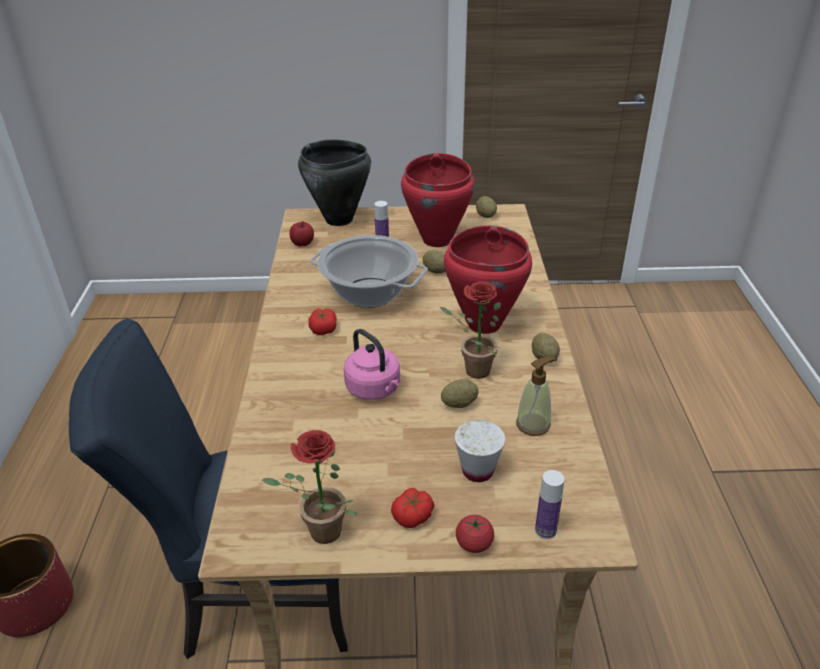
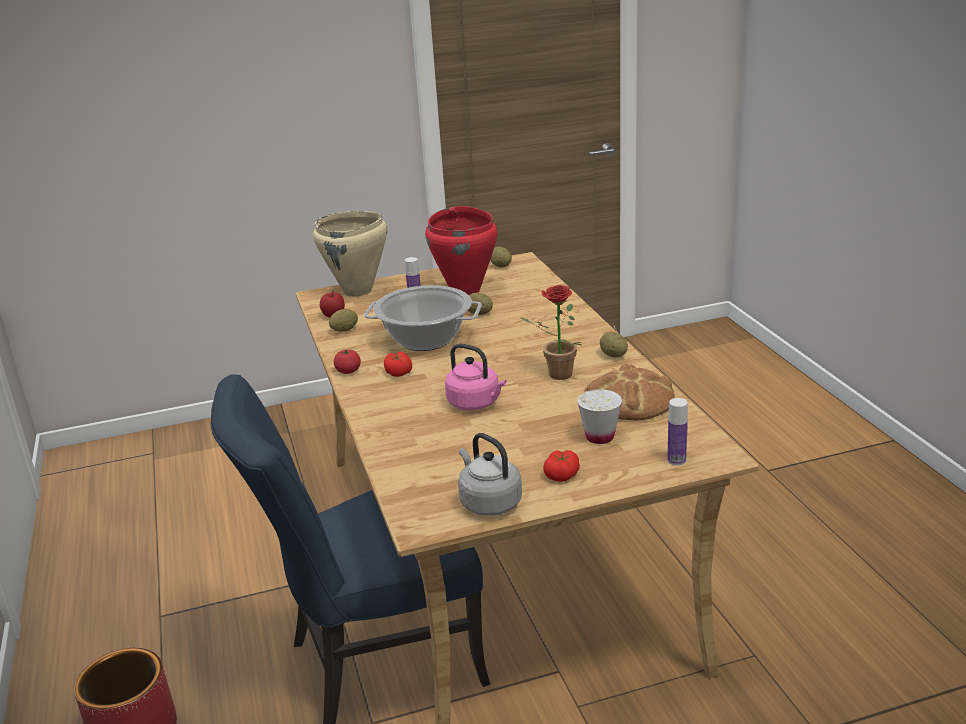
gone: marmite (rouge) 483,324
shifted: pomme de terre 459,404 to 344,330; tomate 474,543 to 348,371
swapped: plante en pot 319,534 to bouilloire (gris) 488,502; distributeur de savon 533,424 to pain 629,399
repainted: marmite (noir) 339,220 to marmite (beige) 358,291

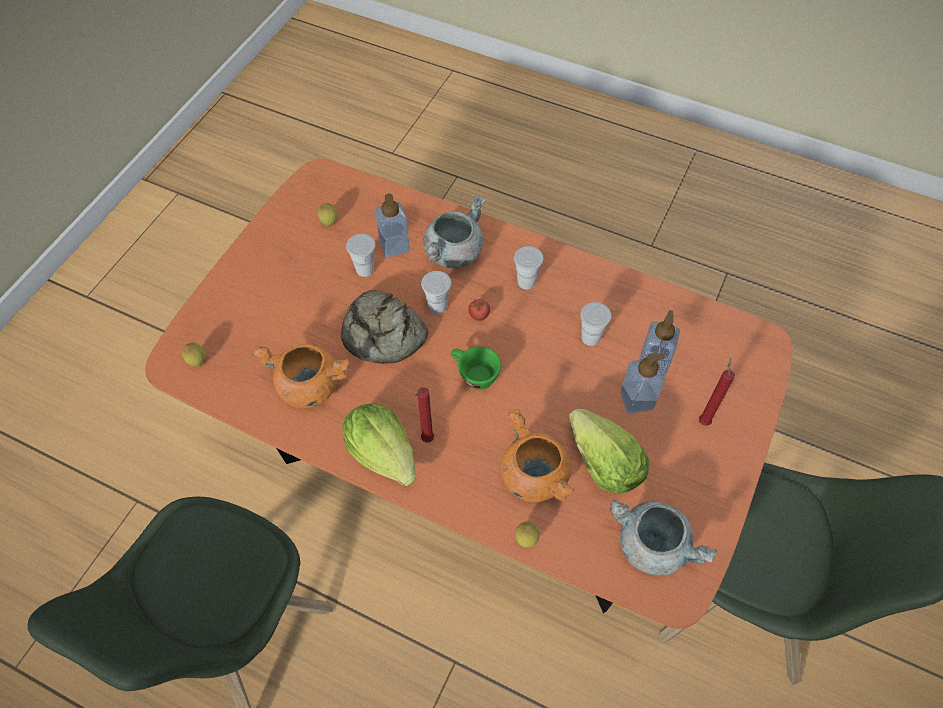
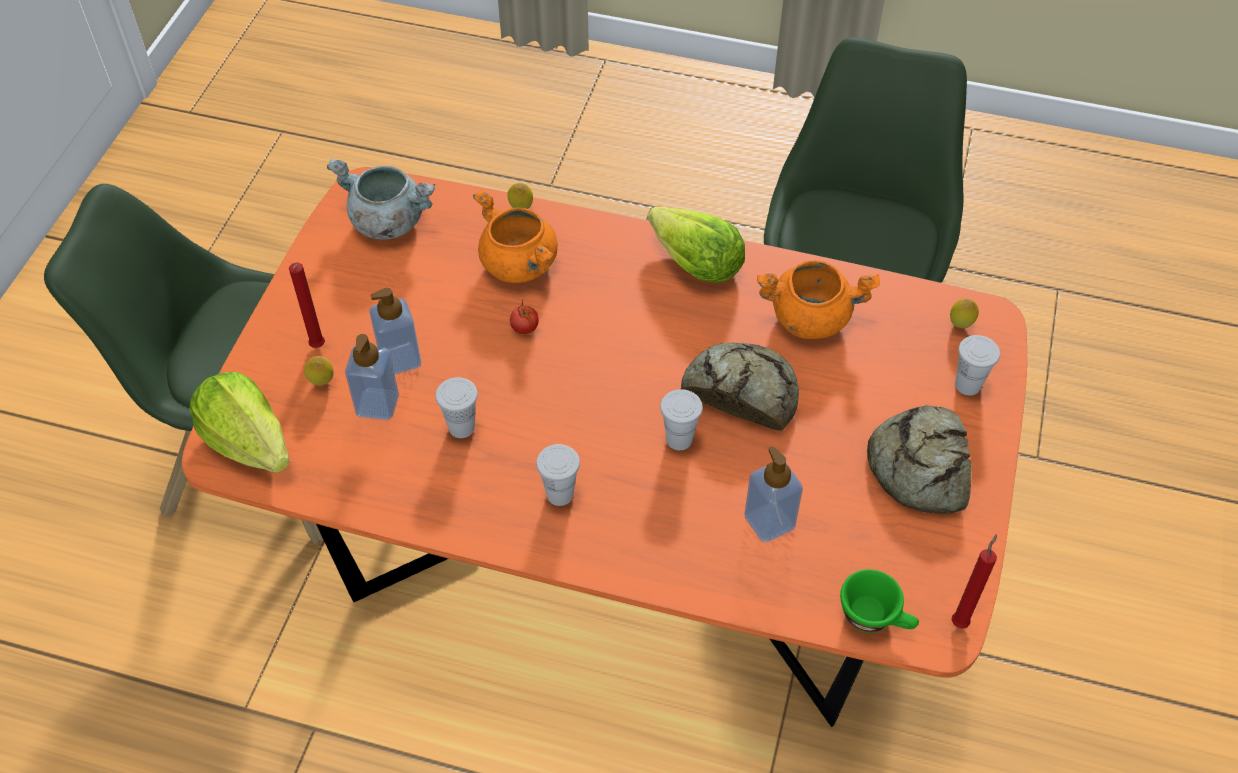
gone: marmite (gris) 453,253
new: pain 919,467
shifted: laitue 603,464 to 249,443; citron 329,223 to 322,383; tomate 479,315 to 525,328; tasse (vert) 473,375 to 875,618; bougie (rouge) 426,440 to 960,621; tasse (blanc) 365,269 to 967,385

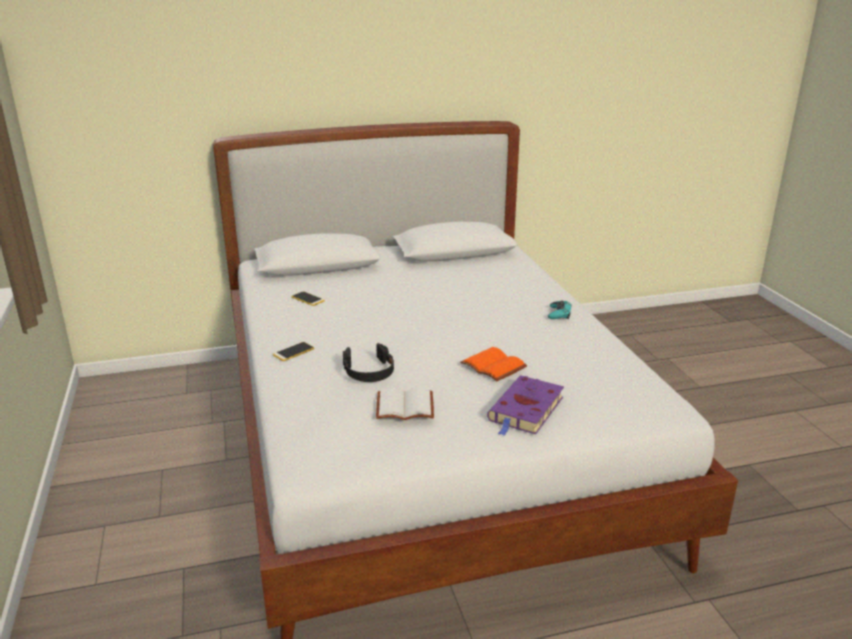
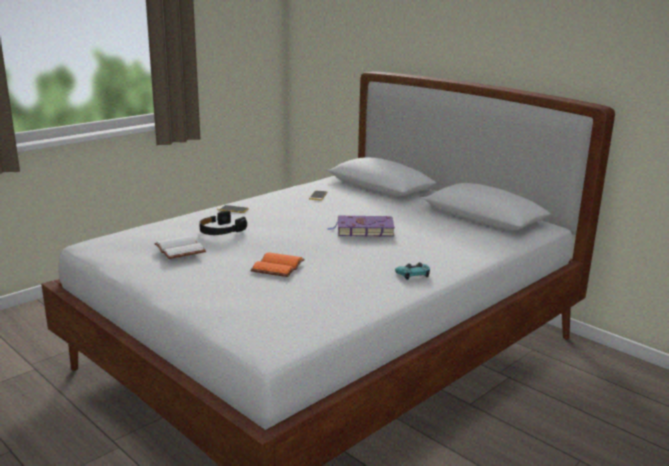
shifted: livre (violet) 525,410 to 363,230

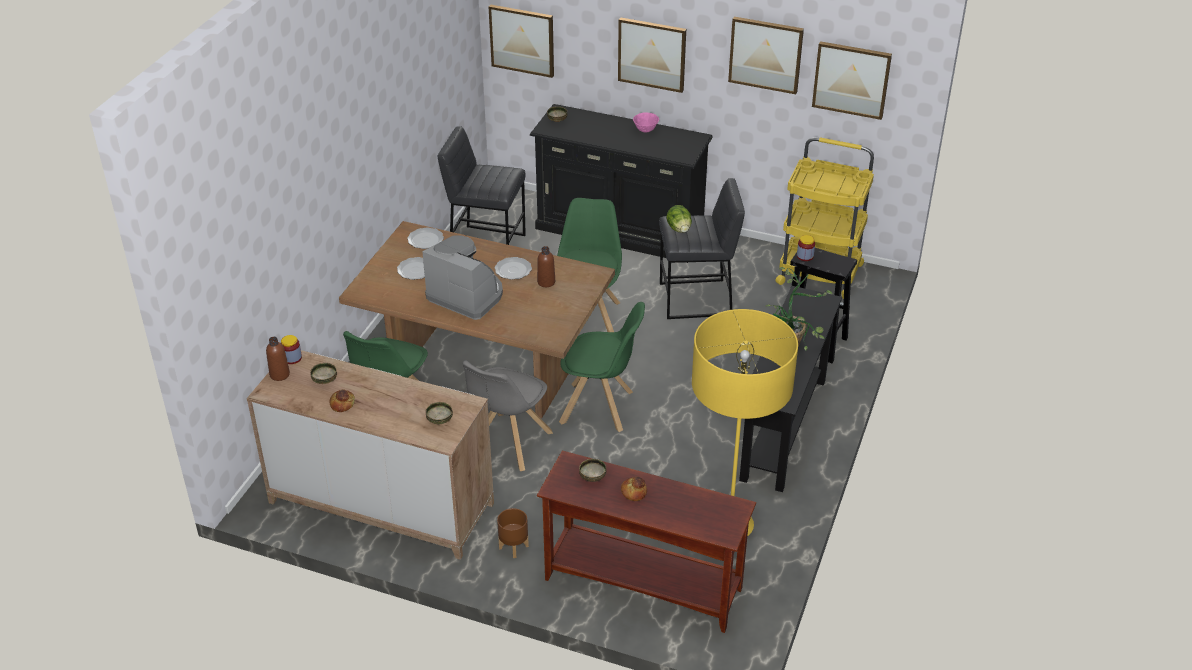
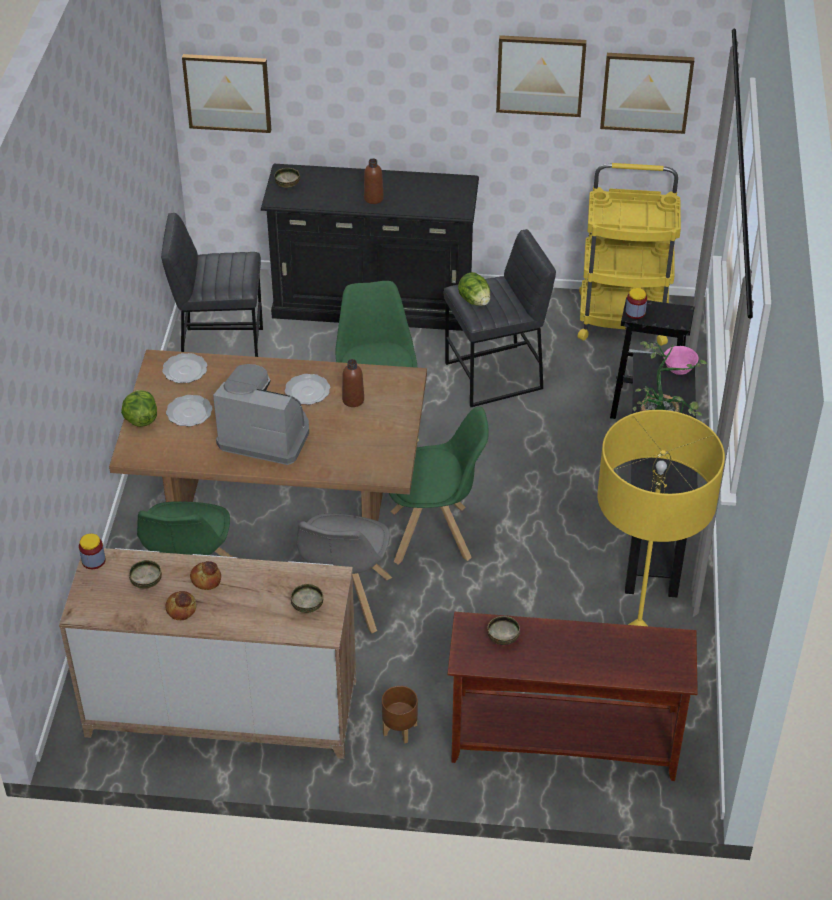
gone: tableau 652,54
new: laitue 140,419
shifted: pain 634,492 to 206,579; bouteille (marron) 279,374 to 373,198; bol (rose) 646,130 to 679,370

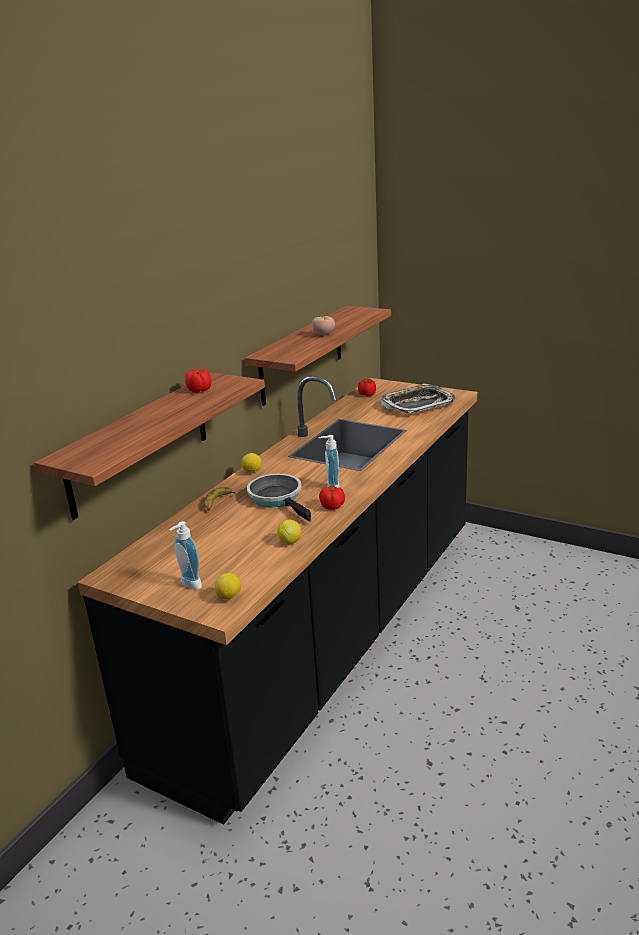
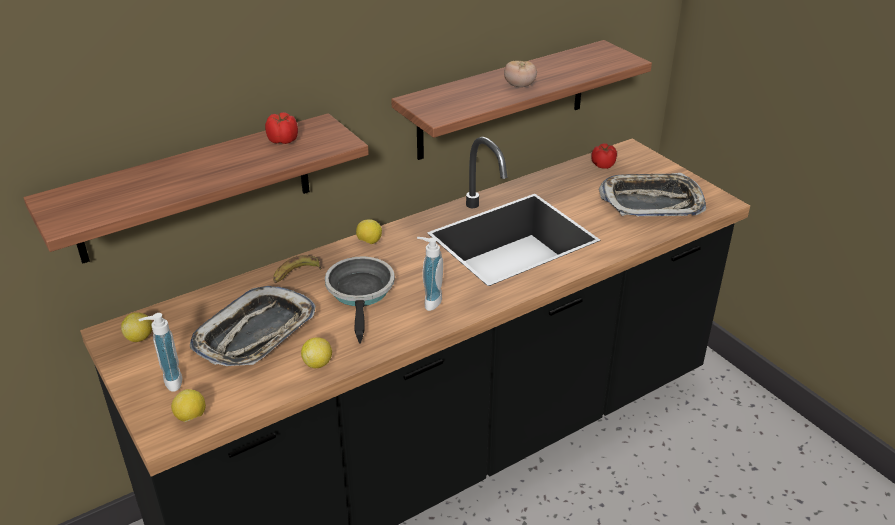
gone: tomate 332,506
new: citron 140,338; plateau 256,334

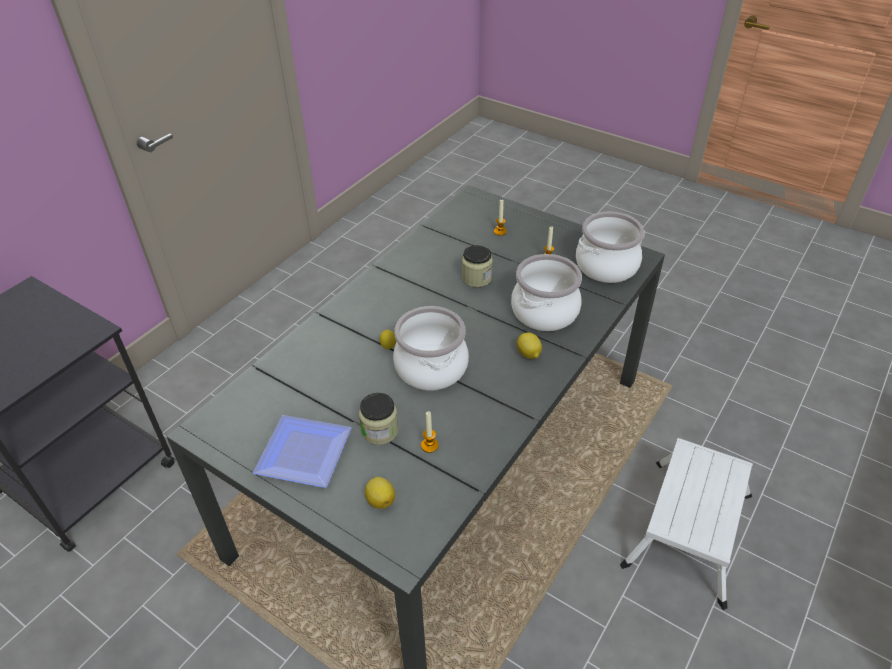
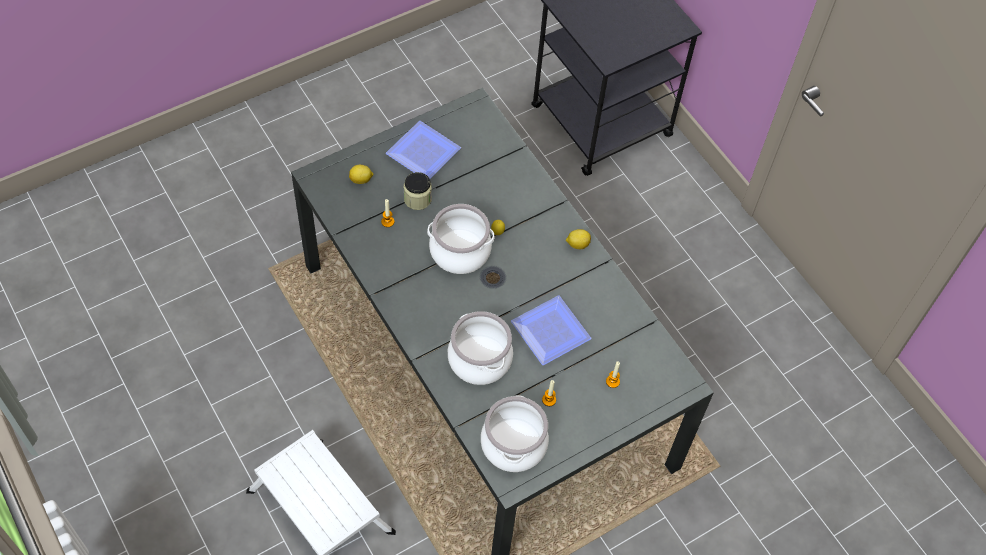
shifted: citron 528,354 to 577,244
swapped: bocal 476,278 to assiette 551,329

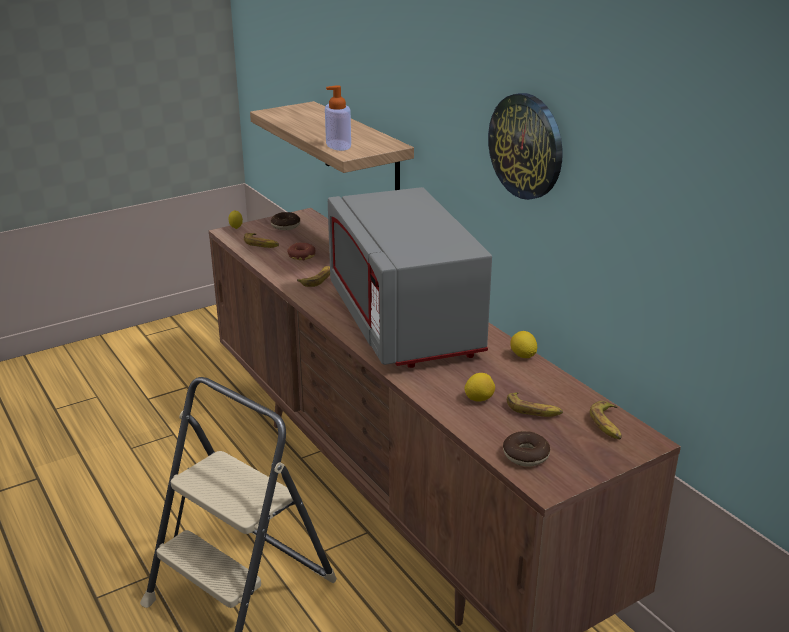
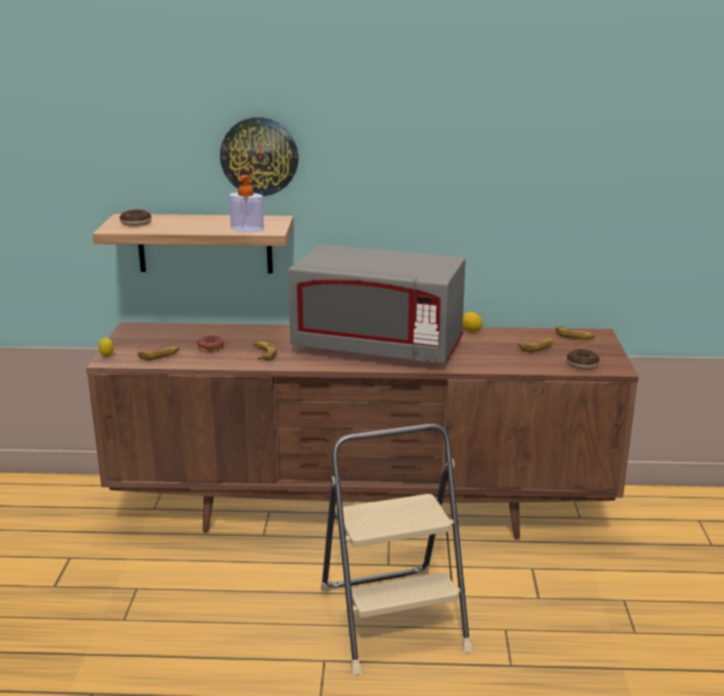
gone: citron 479,399
shifted: beignet 285,226 to 136,223; horloge murale 526,146 to 259,156

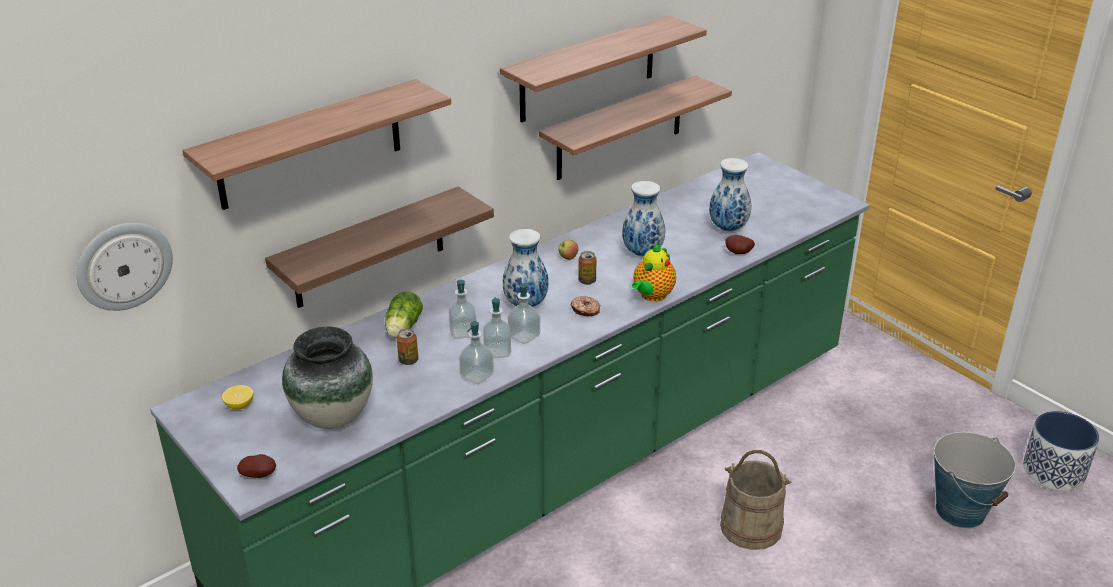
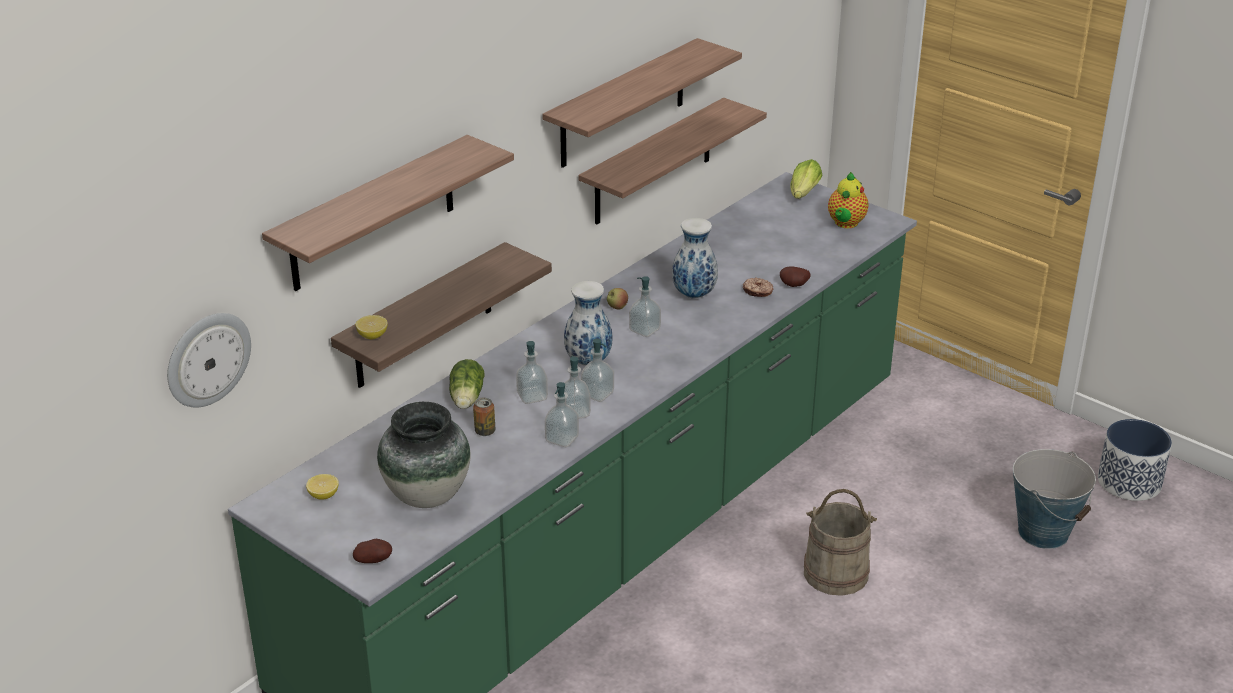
gone: vase 727,228
new: citron 372,336; laitue 803,194
shifted: beignet 585,310 to 757,292; théière 652,296 to 845,224
swapped: boîte métallique 587,281 to distributeur de savon 644,330

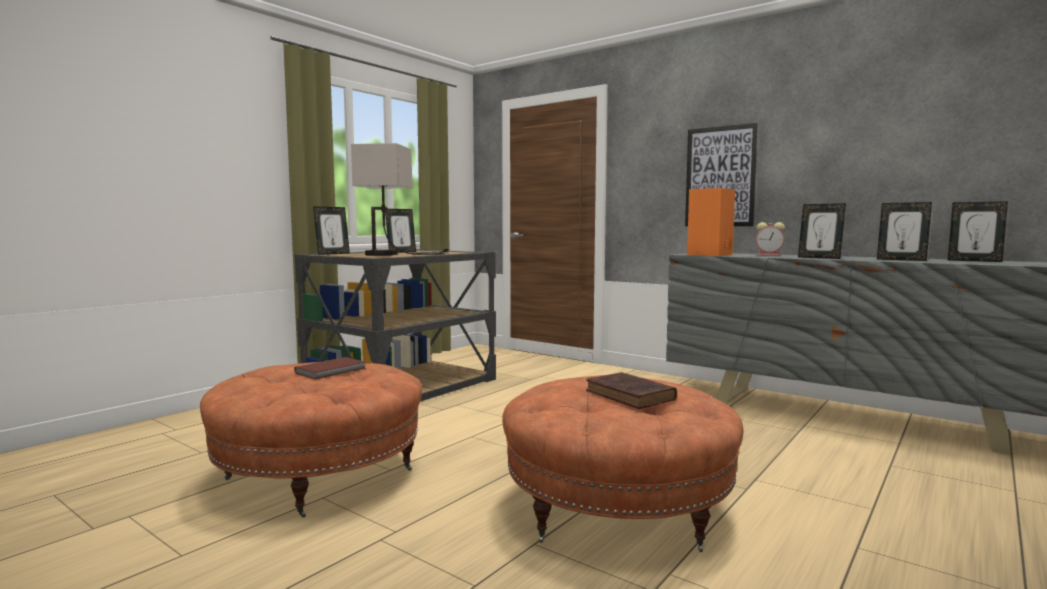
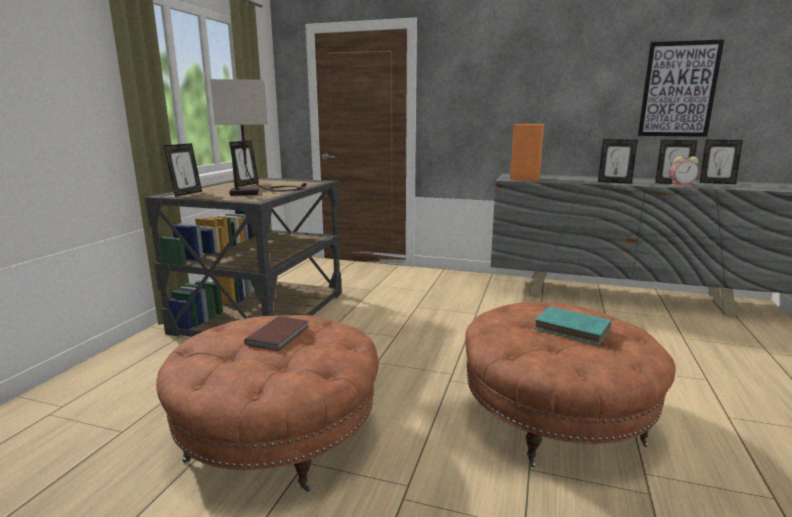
shifted: tableau 720,176 to 678,89; réveil 770,255 to 681,185
repainted: livre (marron) 631,396 to livre (turquoise) 574,329

